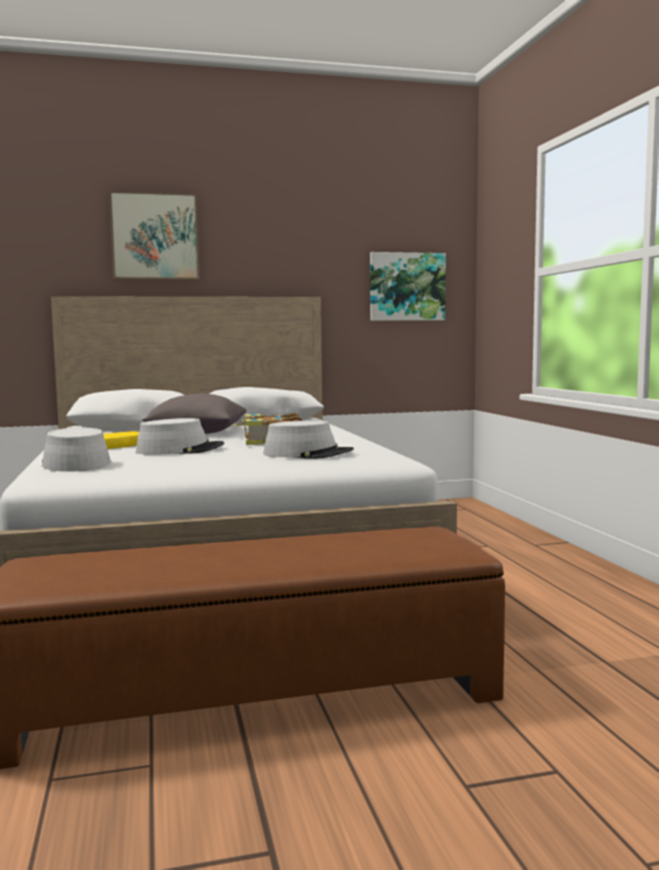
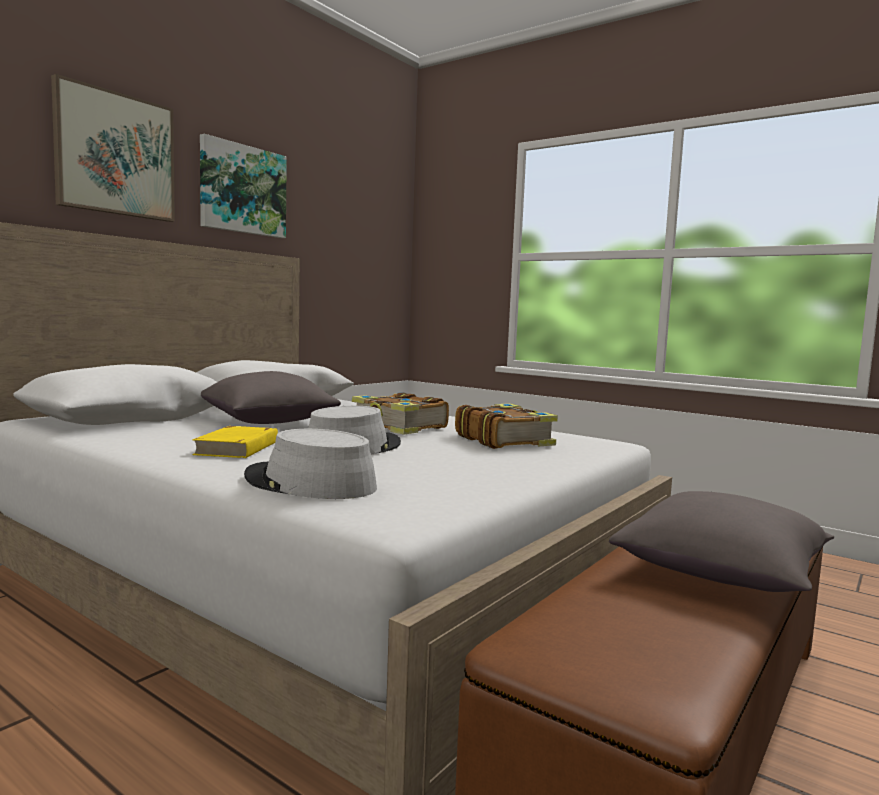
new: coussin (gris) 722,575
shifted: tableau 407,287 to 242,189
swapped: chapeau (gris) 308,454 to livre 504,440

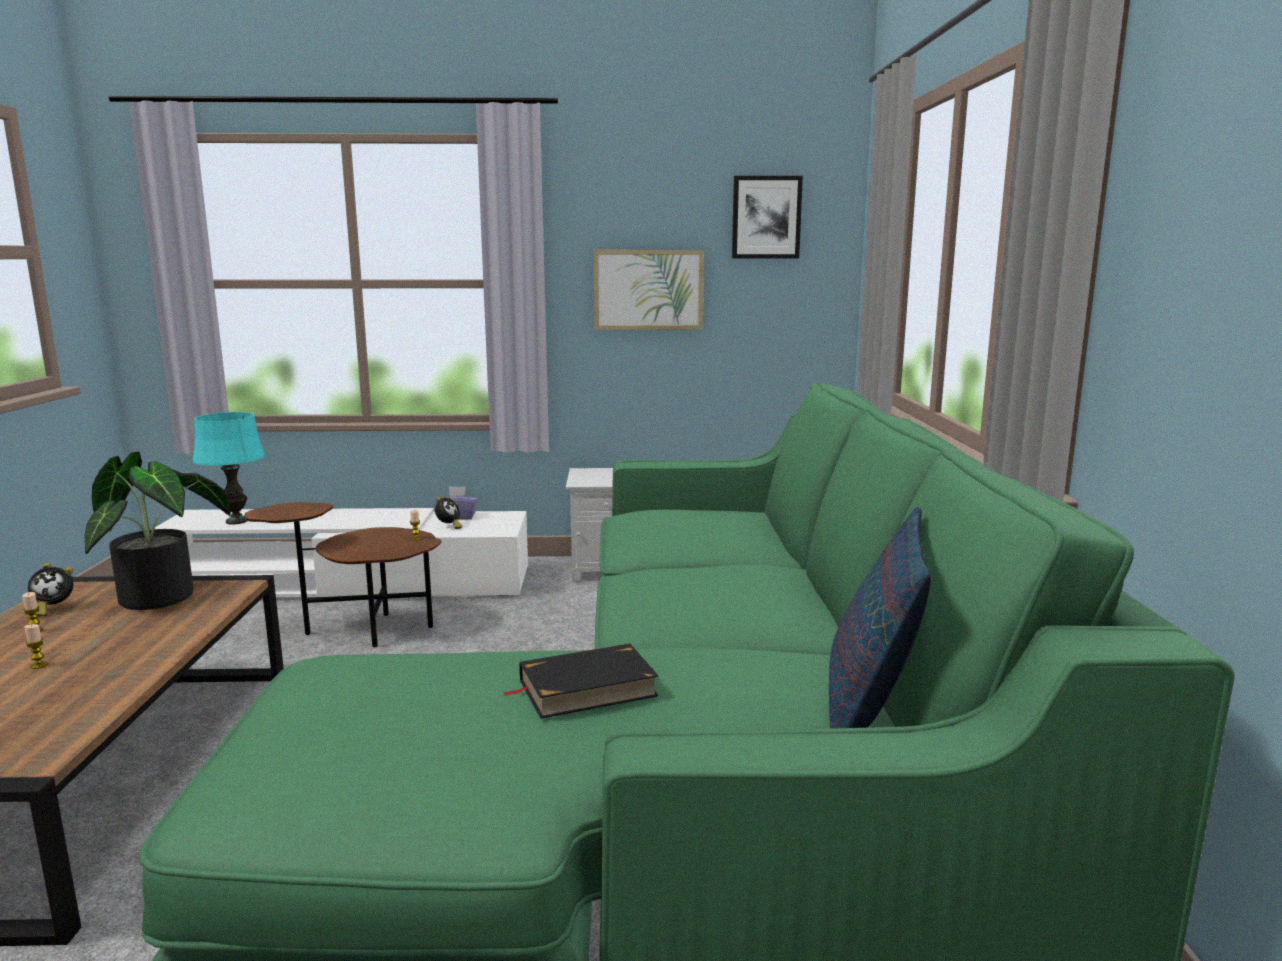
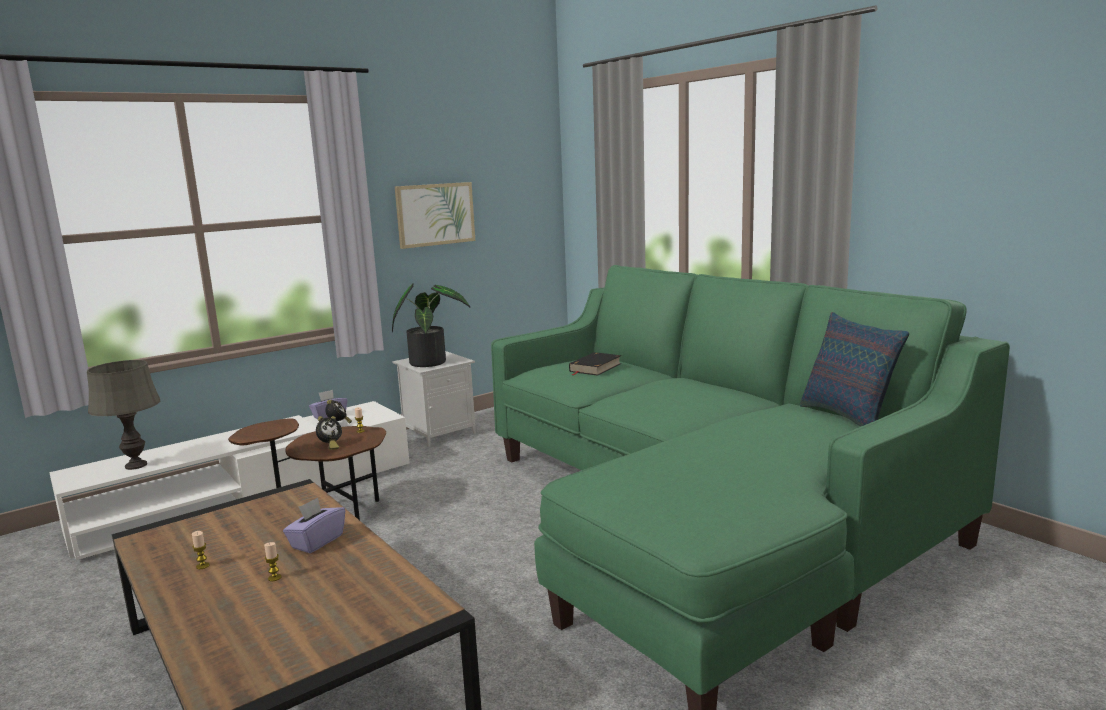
gone: tableau 766,217
new: boîte à mouchoirs (violet) 317,541
shifted: réveil 53,609 to 330,446; plante en pot 167,597 to 430,361; livre (noir) 586,688 to 595,367
repainted: lampe de table (turquoise) 237,521 to lampe de table (gris) 136,465

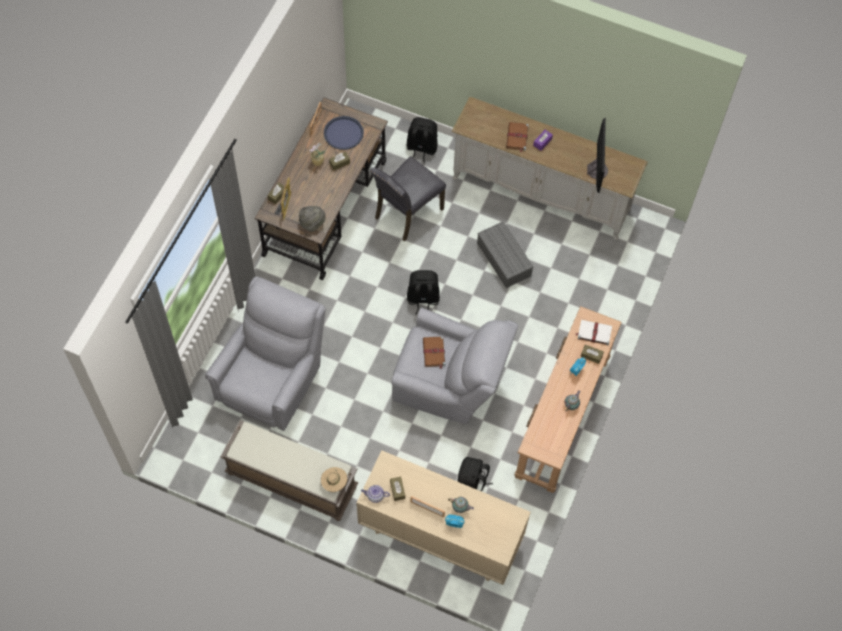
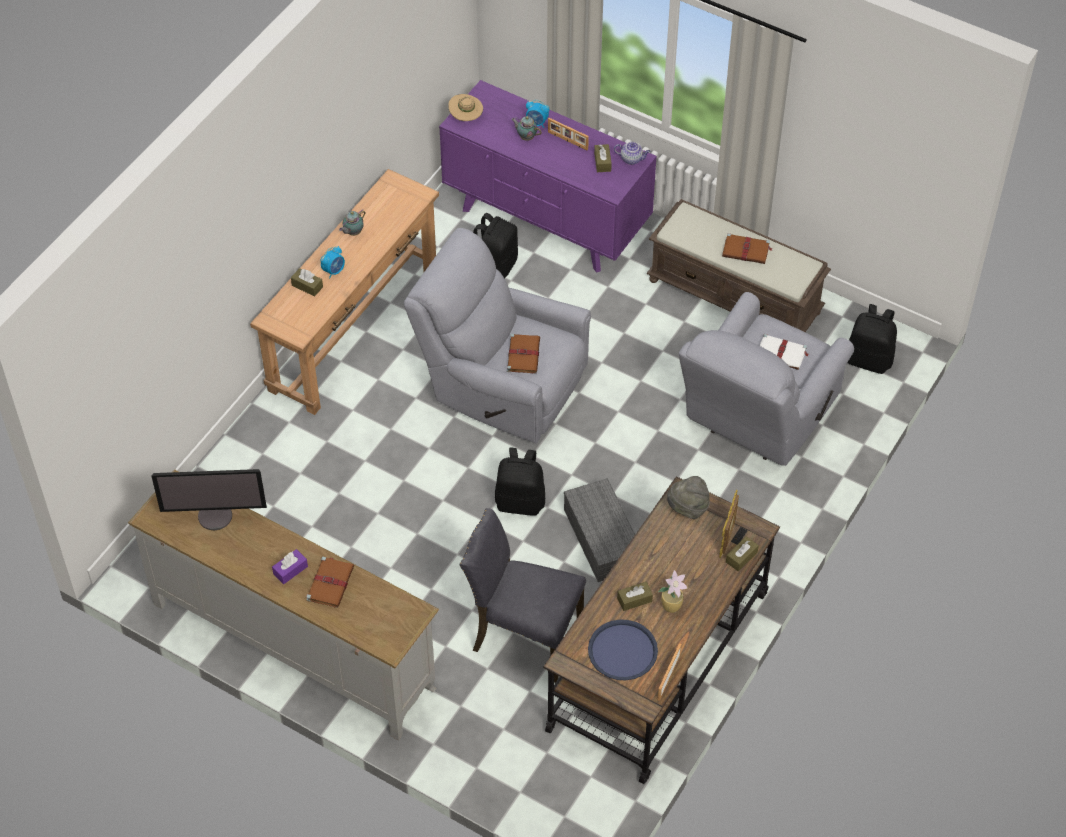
new: livre (marron) 746,250
shifted: chapeau (beige) 334,483 to 466,117; boîte de rangement (gris) 505,260 to 600,538; livre (blanc) 594,332 to 781,354; sac à dos (noir) 421,148 to 869,359
repainted: commode (beige) 440,536 to commode (violet) 547,219
rotated: écran d'ordinateur 596,170 = 215,515 105 degrees counterclockwise; chaise (gris) 407,213 = 524,636 120 degrees counterclockwise

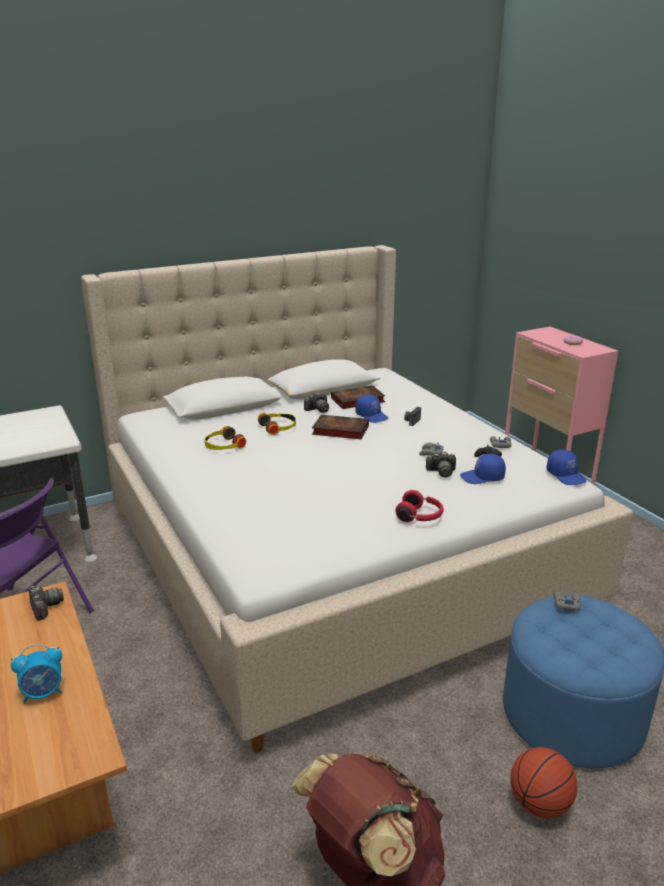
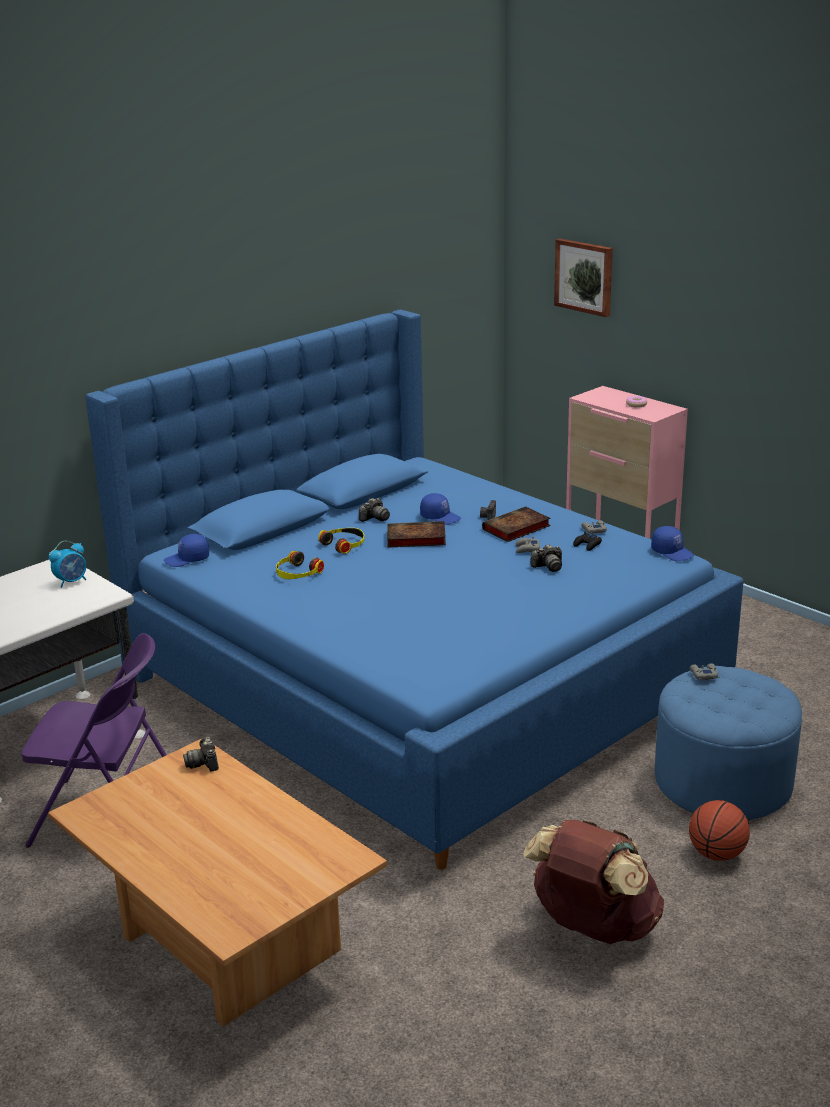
gone: casque audio (rouge) 420,517
new: tableau 584,276
shifted: réveil 43,693 to 71,582; casquette (bleu) 482,477 to 187,559; livre 356,400 to 515,529
repainted: lit (beige) 333,552 to lit (bleu) 419,680
rotated: appareil photo 45,607 = 204,763 150 degrees counterclockwise

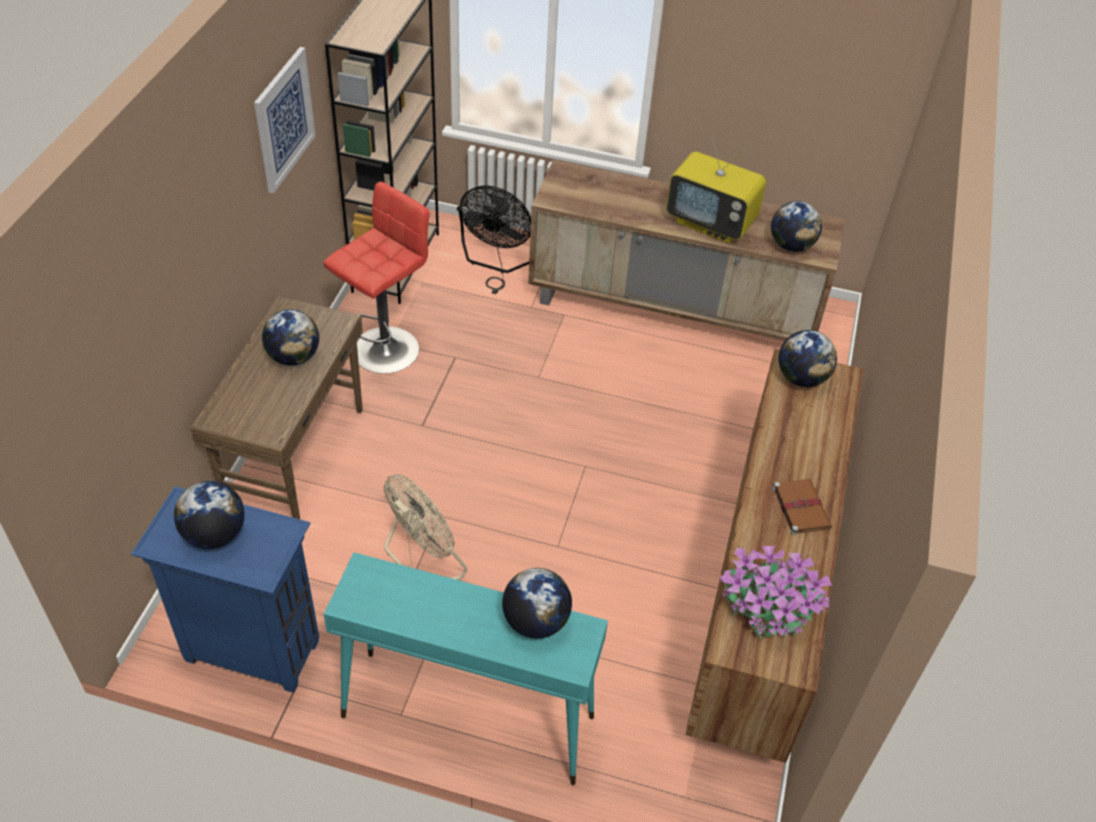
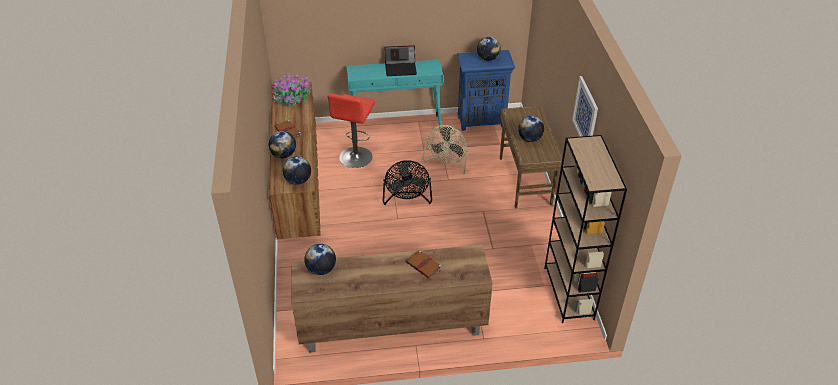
gone: téléviseur 711,223
new: ordinateur portable 401,68; livre (marron) 424,265
shifted: globe 535,621 to 284,155; tabouret (rouge) 386,350 to 355,157; ventilateur (noir) 494,261 to 405,197

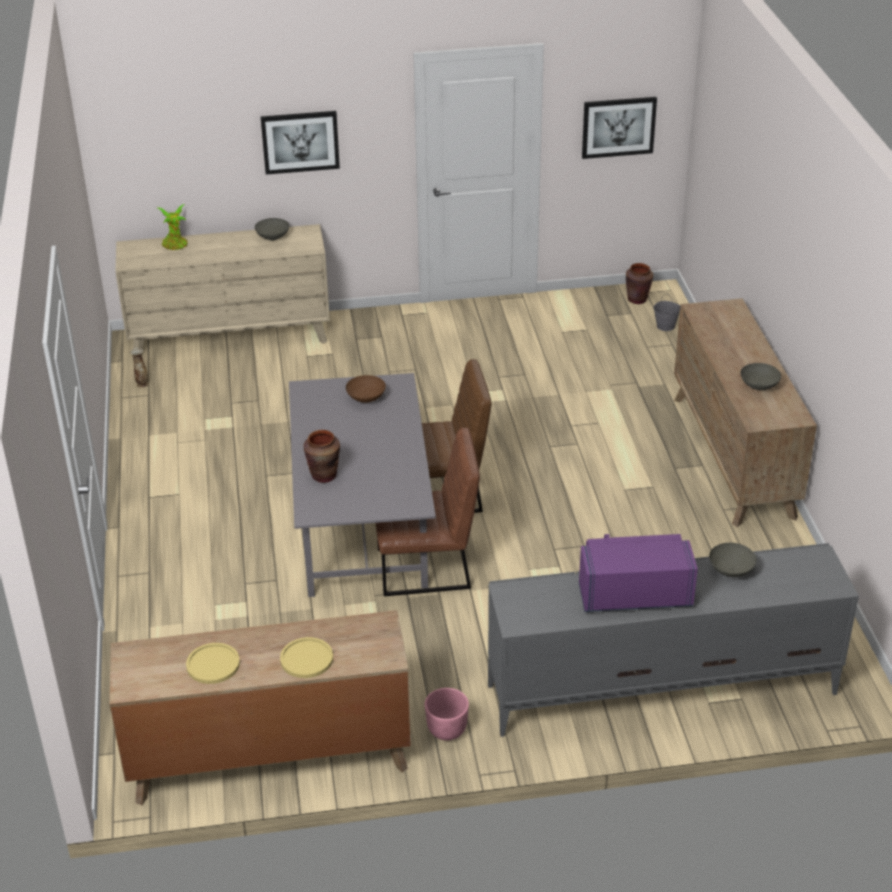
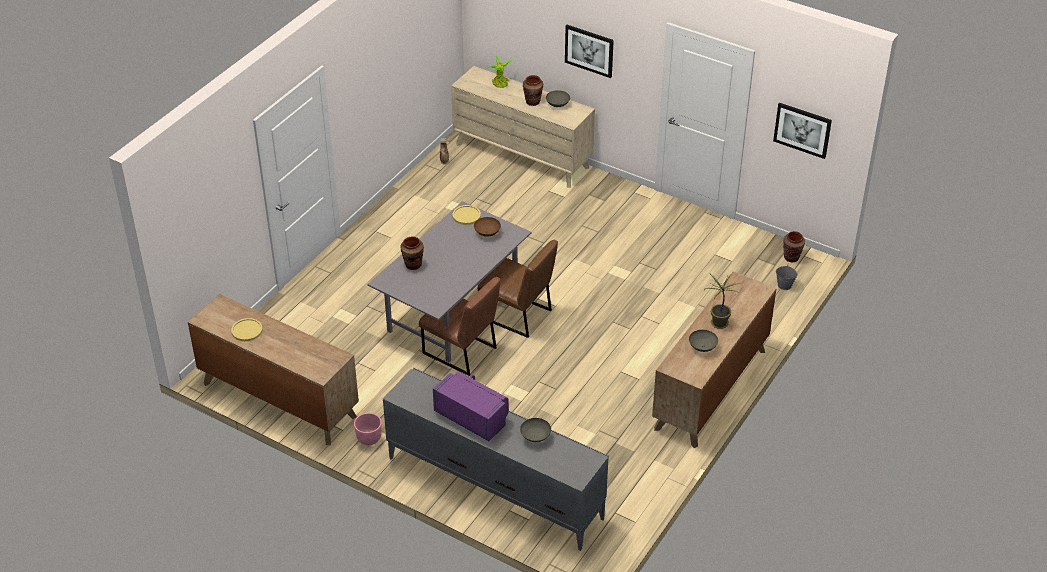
new: vase (marron) 532,102; plante en pot 718,324
shifted: assiette (jaune) 306,659 to 466,215

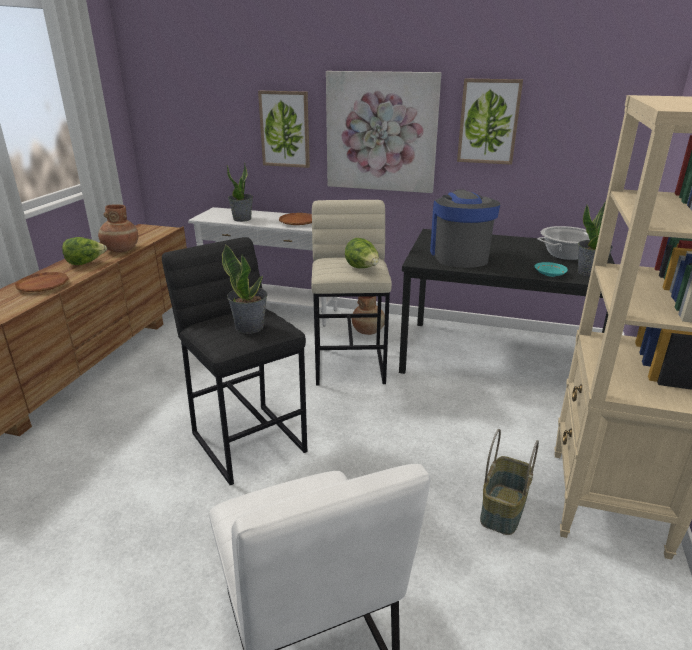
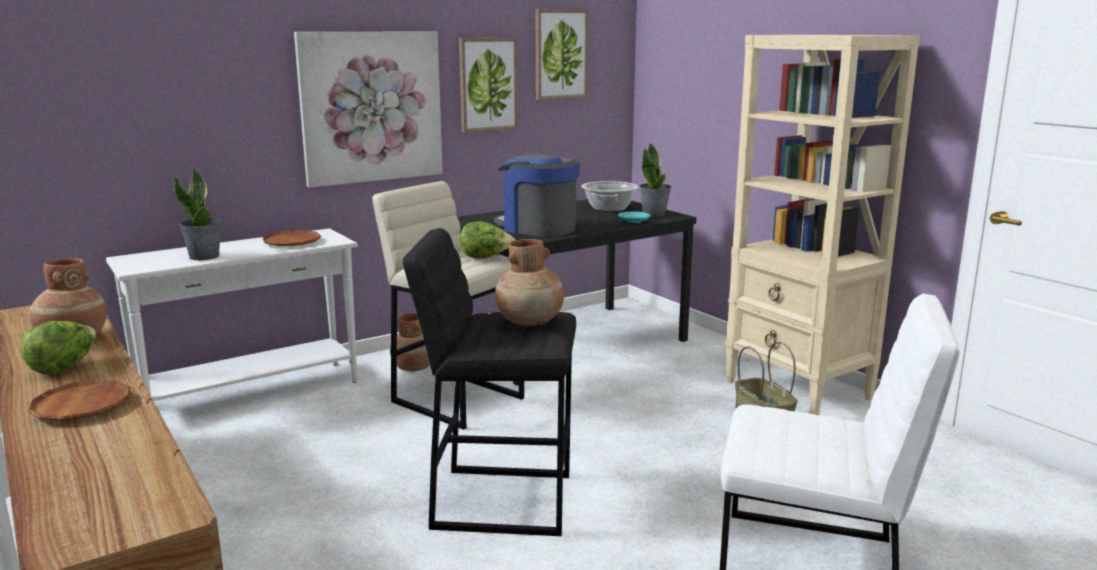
shifted: tableau 285,129 to 560,54
swapped: plante en pot 250,327 to vase (marron) 530,321

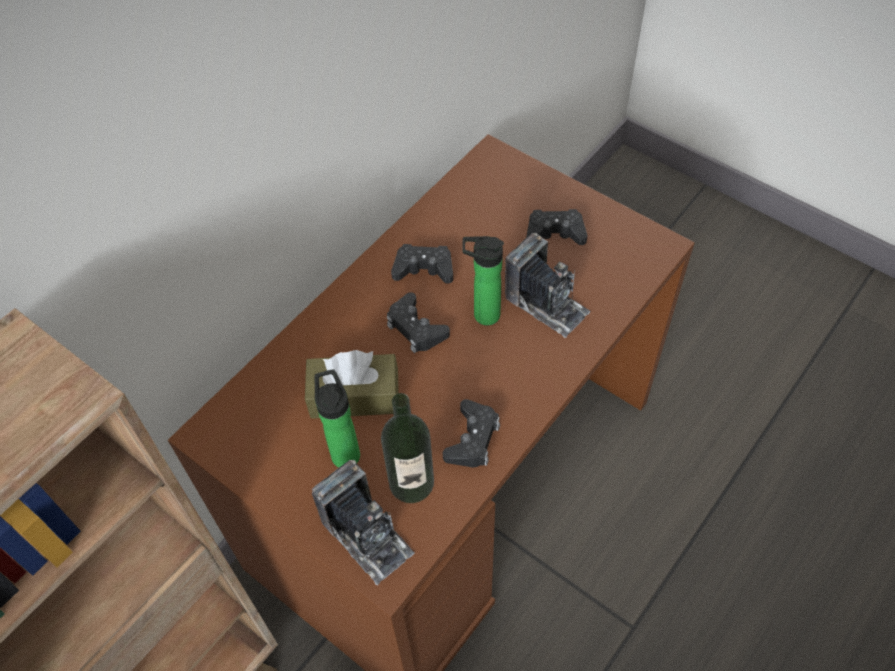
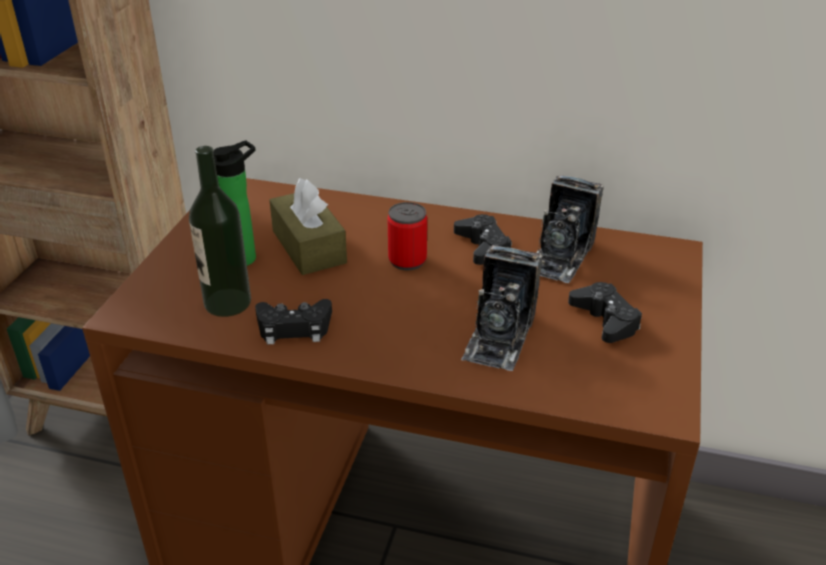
gone: bouteille 482,315
shifted: appareil photo 367,536 to 560,256
swapped: manette (noir) 416,328 to boîte métallique 407,260

